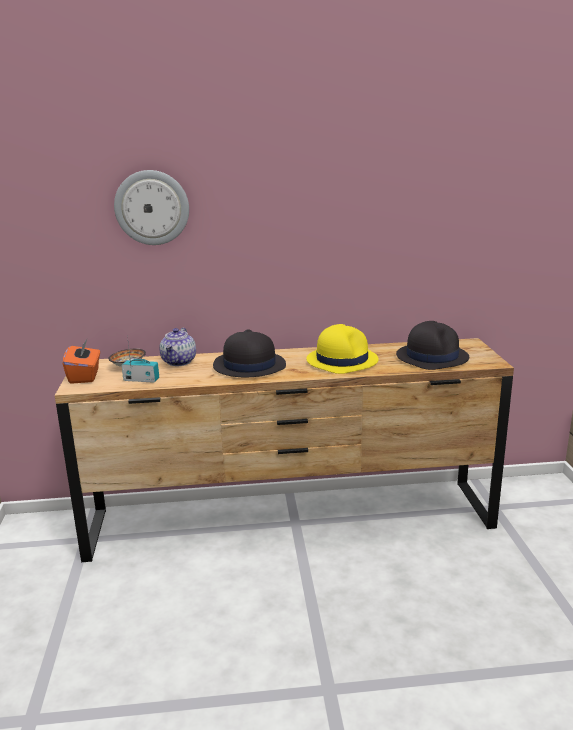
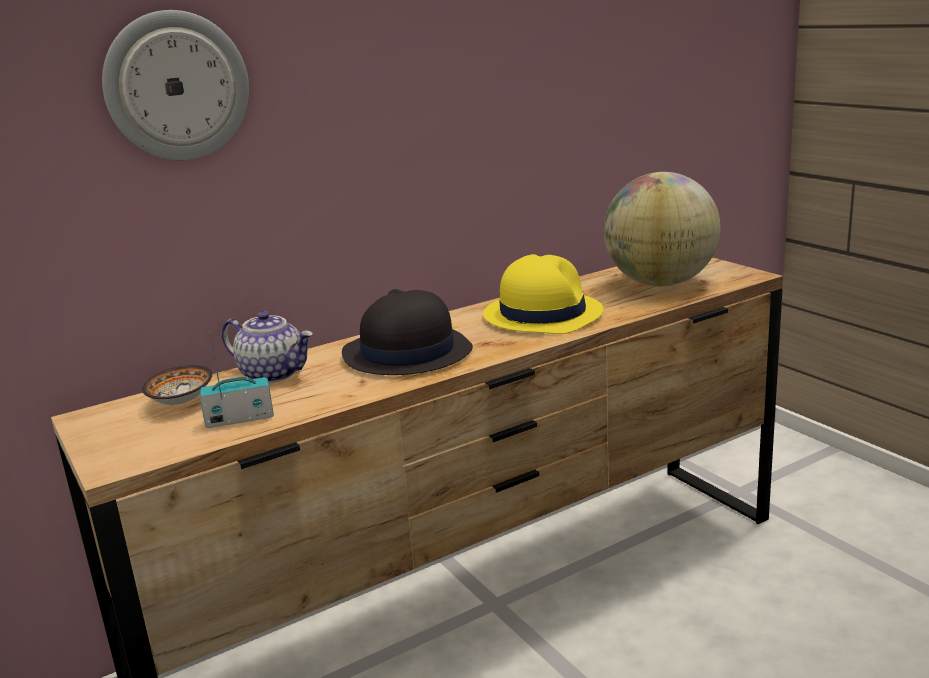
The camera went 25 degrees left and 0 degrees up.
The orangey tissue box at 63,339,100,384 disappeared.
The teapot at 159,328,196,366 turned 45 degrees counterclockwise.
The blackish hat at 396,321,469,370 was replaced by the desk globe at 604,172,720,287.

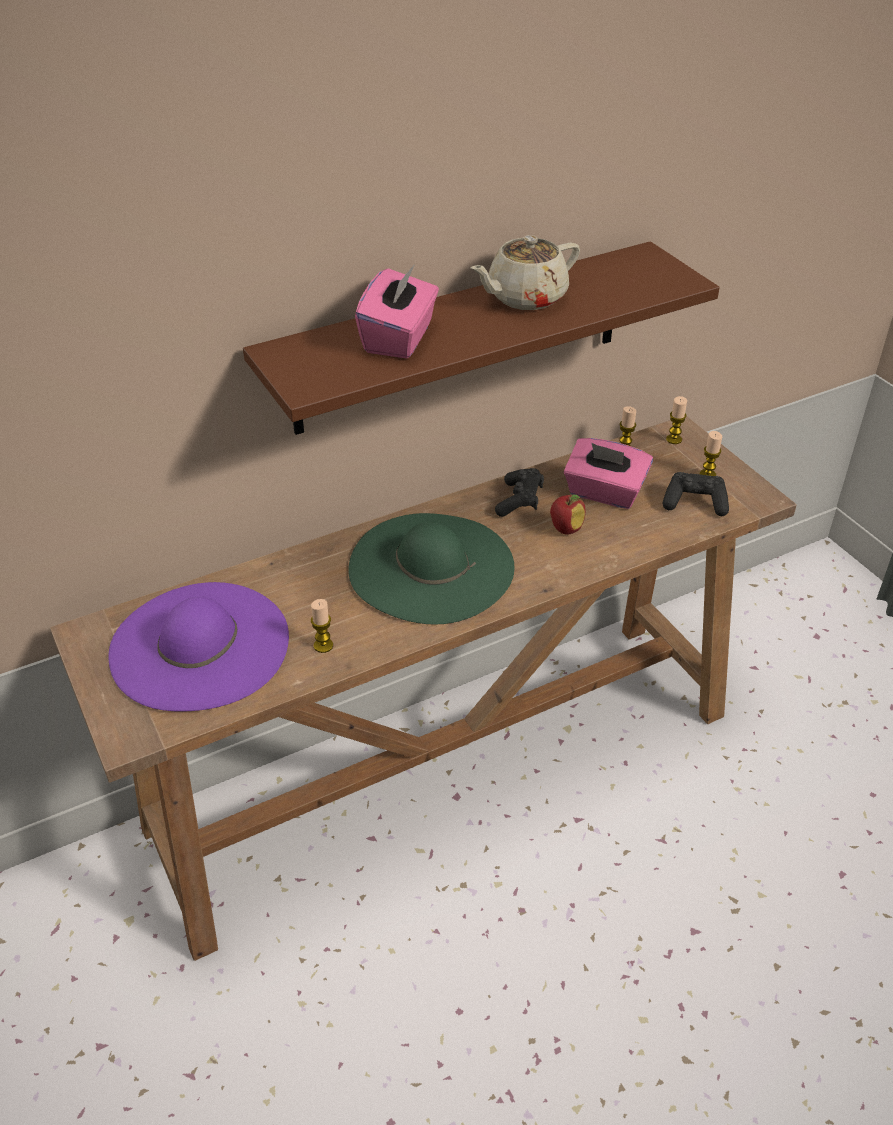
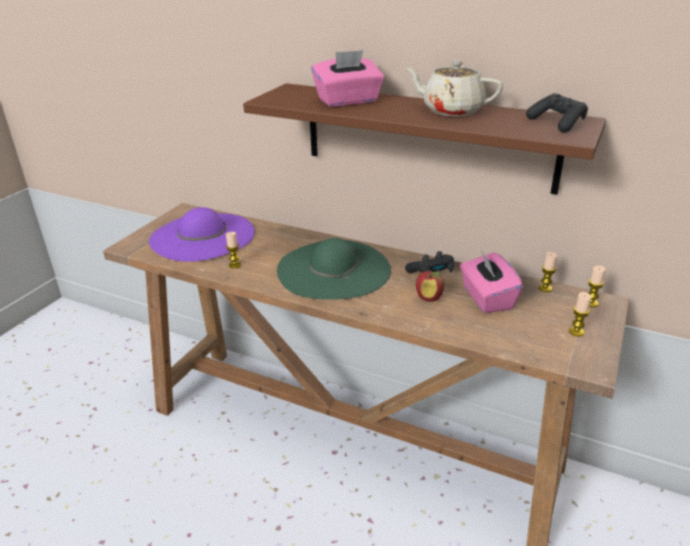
The camera went 55 degrees right and 10 degrees down.
The blackish gamepad moved from 662,472,729,516 to 526,93,588,133.

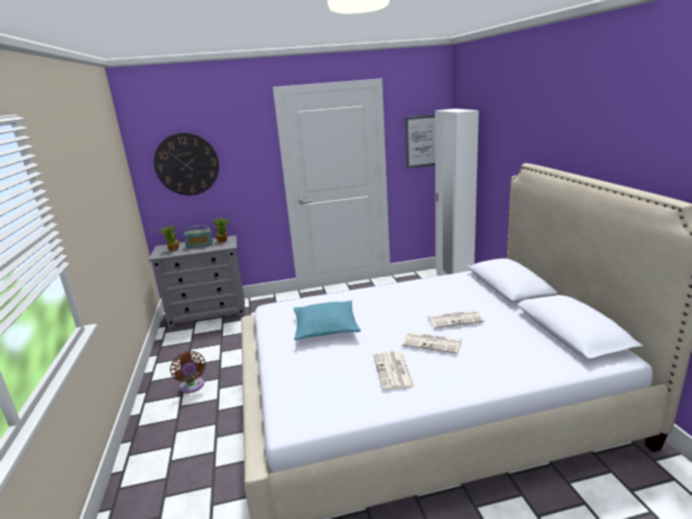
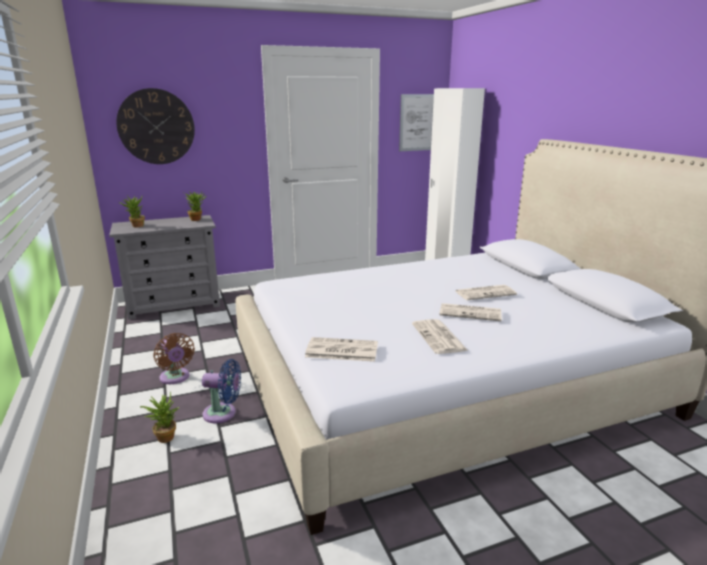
The camera went 10 degrees left and 0 degrees up.
The radio set at 184,225,213,249 disappeared.
The blue-green pillow at 294,301,361,340 disappeared.
The potted plant at 140,391,179,443 appeared.
The blue-coloured electric fan at 202,359,241,423 appeared.
The printed paper at 305,337,378,362 appeared.

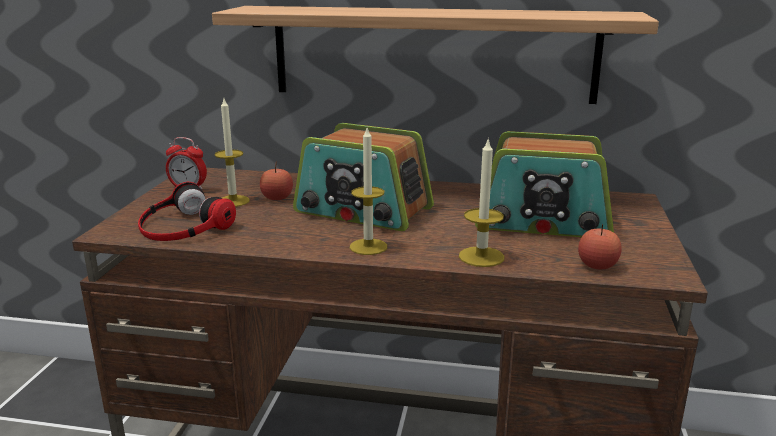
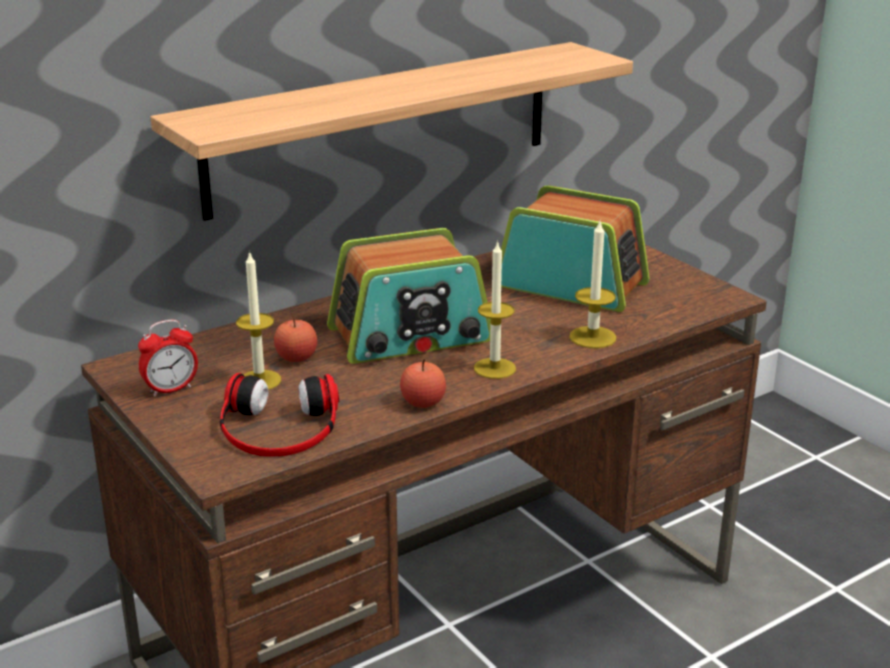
The camera went 45 degrees left and 5 degrees up.
The radio set at 475,131,614,237 turned 120 degrees counterclockwise.
The whole apple moved from 578,224,622,270 to 400,359,446,408.

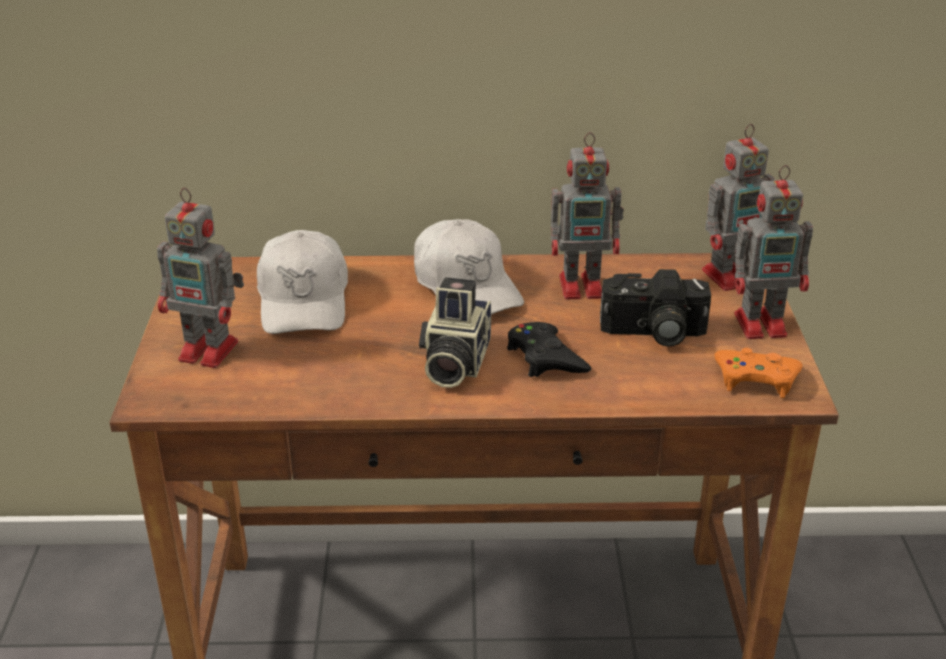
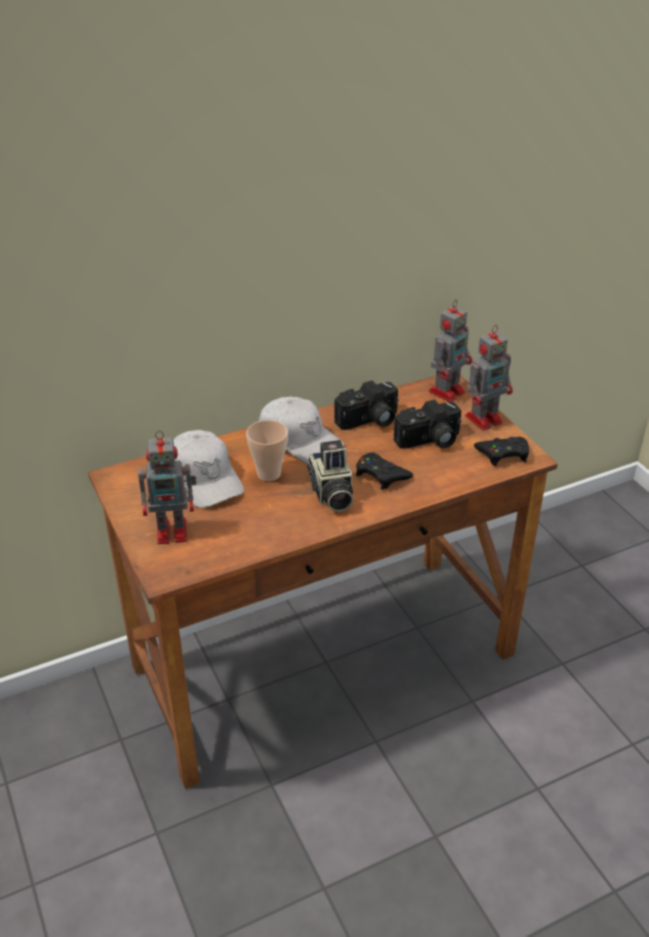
The camera went 25 degrees left and 5 degrees up.
The robot figure at 551,132,624,299 was replaced by the still camera at 334,380,399,430.
The orangey gamepad at 714,348,803,398 became the blackish gamepad at 474,437,529,466.
The drinking cup at 246,420,288,481 appeared.

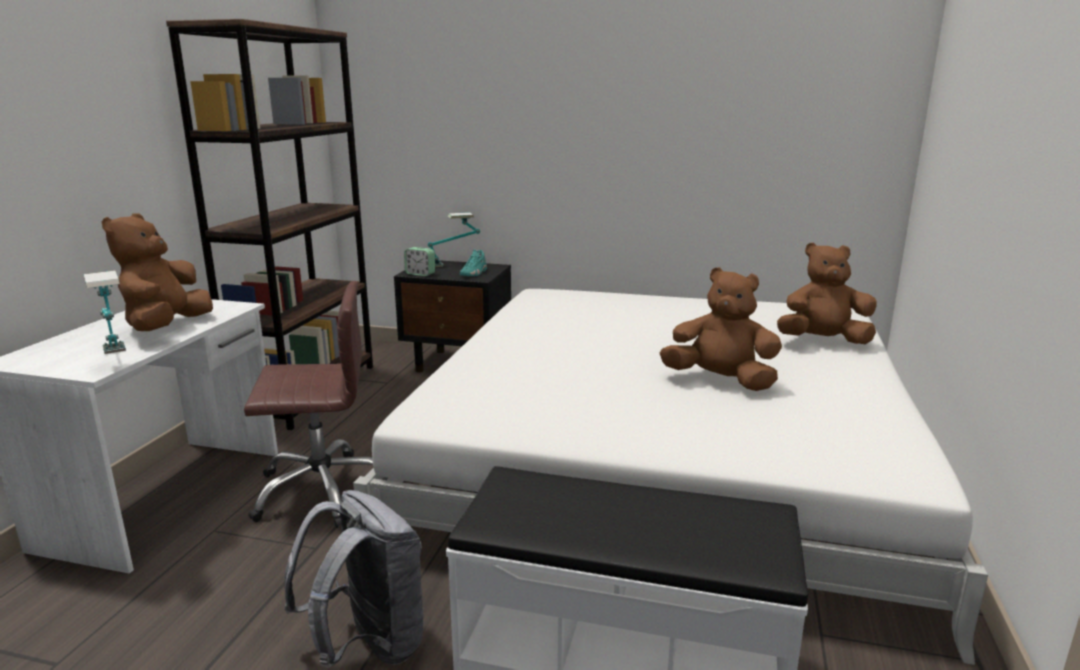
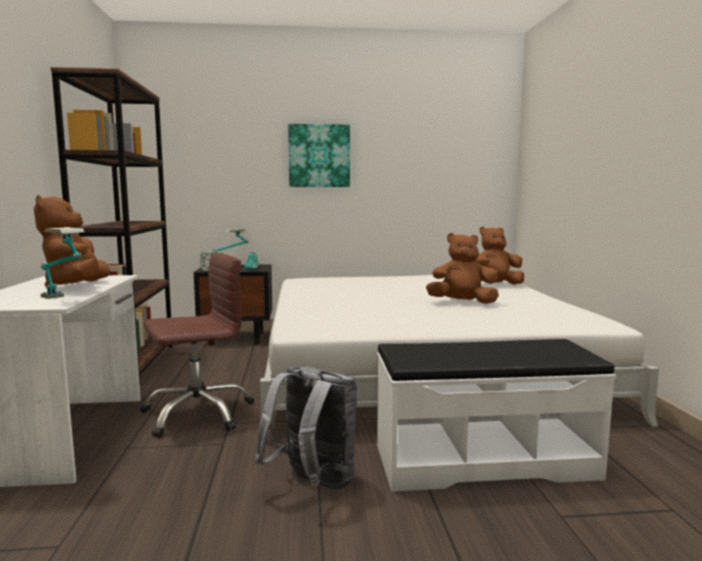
The camera went 20 degrees left and 10 degrees down.
The wall art at 288,124,350,187 appeared.

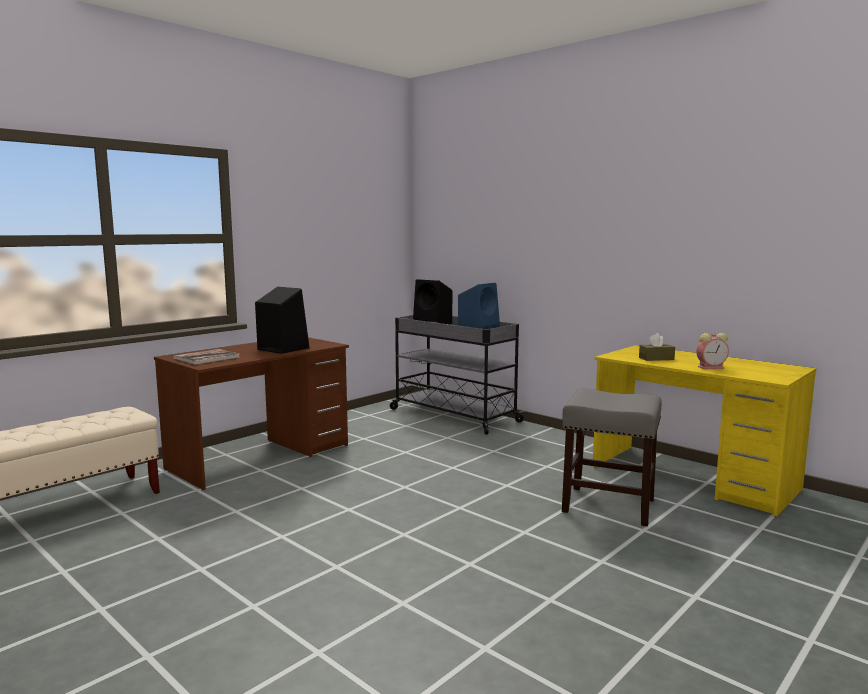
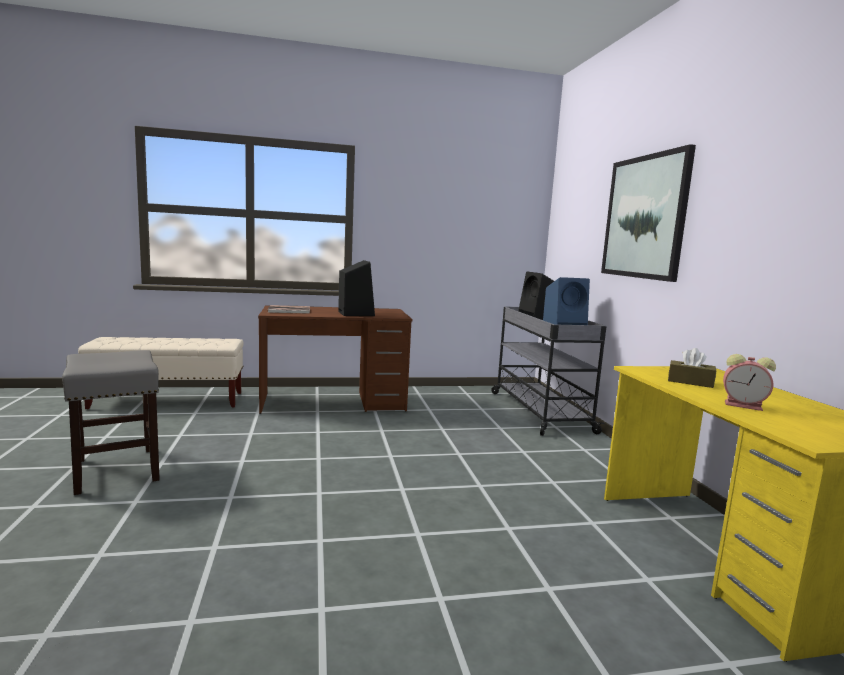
The camera went 35 degrees right and 0 degrees up.
The grey sitting stool moved from 562,389,662,526 to 62,350,160,495.
The wall art at 601,144,696,282 appeared.

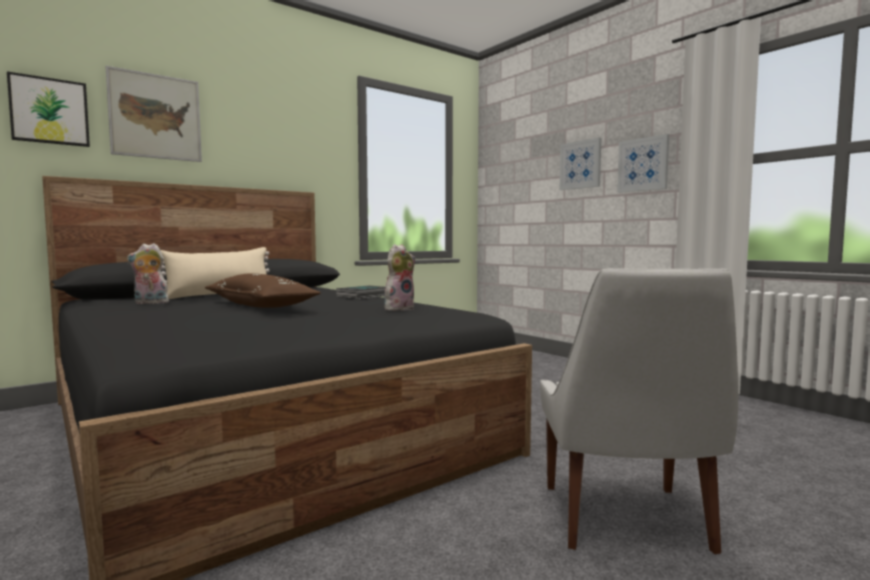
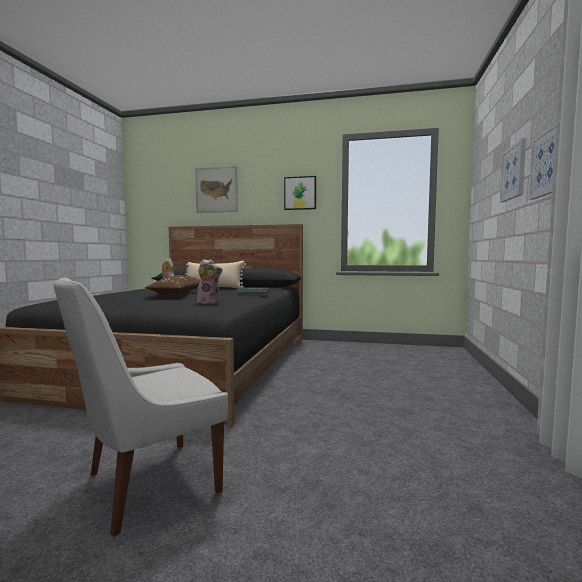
The camera went 50 degrees right and 0 degrees up.
The wall art moved from 7,71,90,147 to 284,176,316,210.

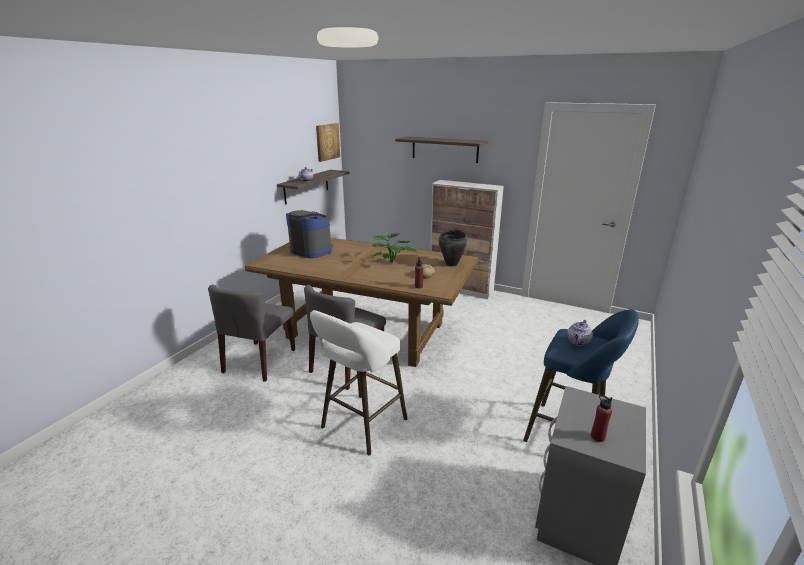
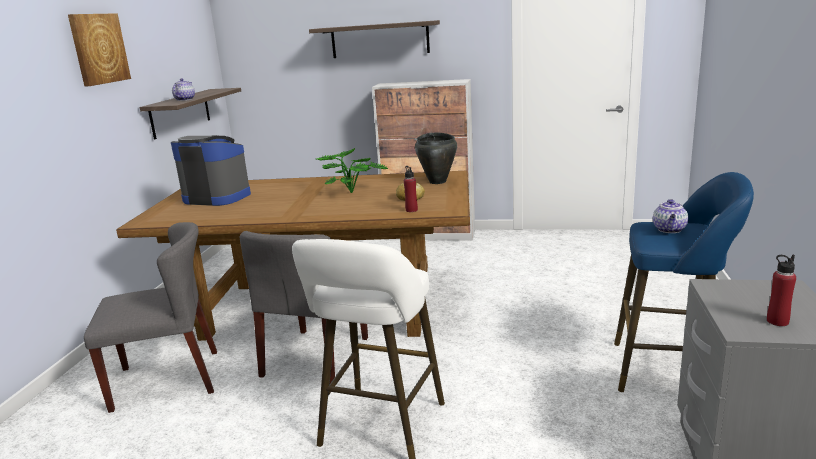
The camera went 15 degrees left and 5 degrees down.
The grey chair at 208,285,295,382 turned 105 degrees counterclockwise.
The wall art moved from 316,123,340,162 to 68,13,131,87.

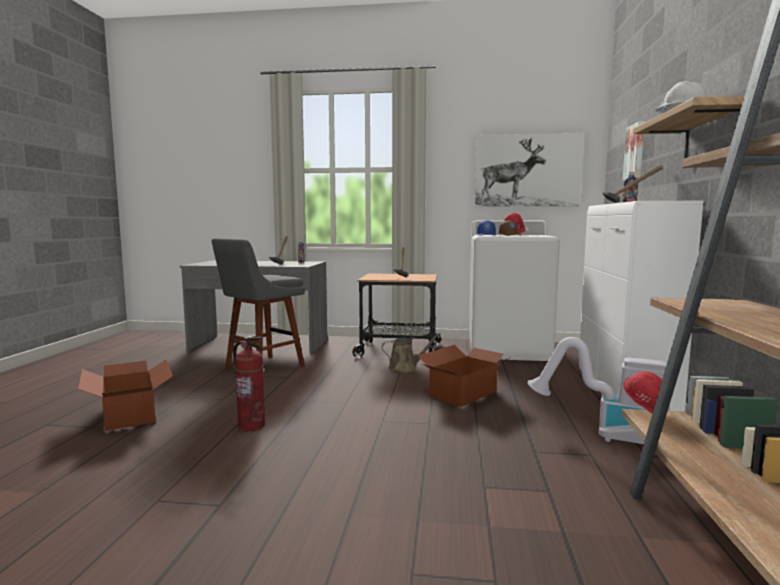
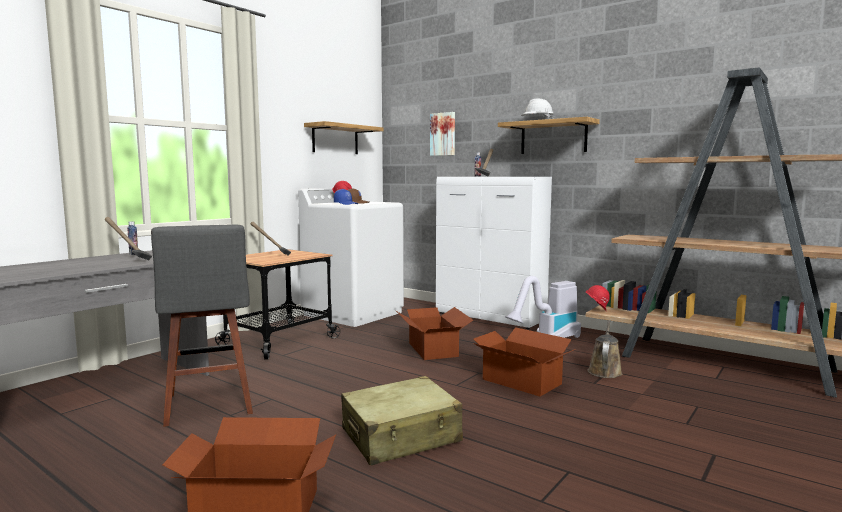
The camera went 60 degrees left and 0 degrees up.
The fire extinguisher at 233,337,265,431 was replaced by the beige suitcase at 341,376,463,466.
The brown-coloured watering pot moved from 382,333,441,372 to 587,320,623,378.
The wall art at 475,133,584,207 was replaced by the bracket shelf at 304,121,384,154.
The cardboard box at 473,327,575,396 appeared.

